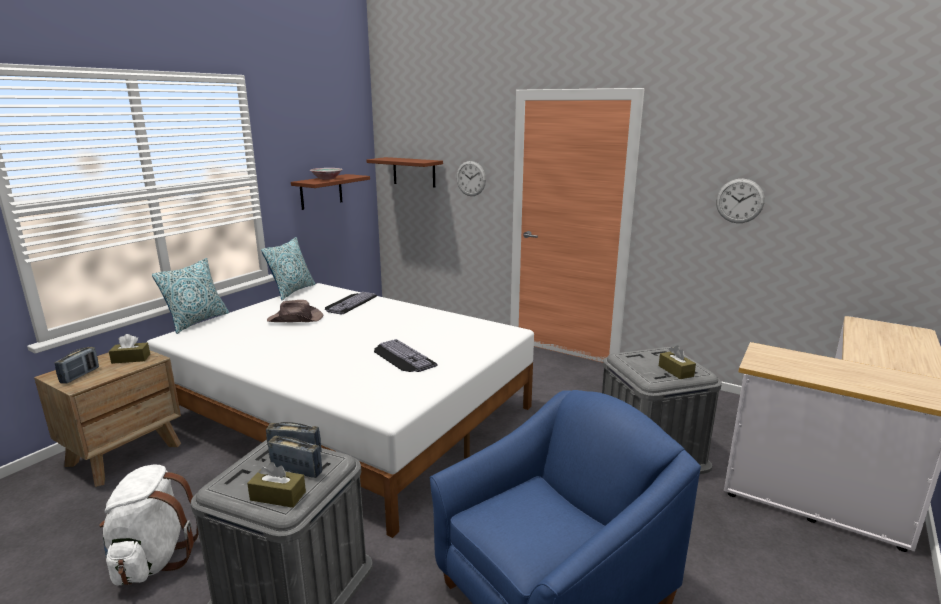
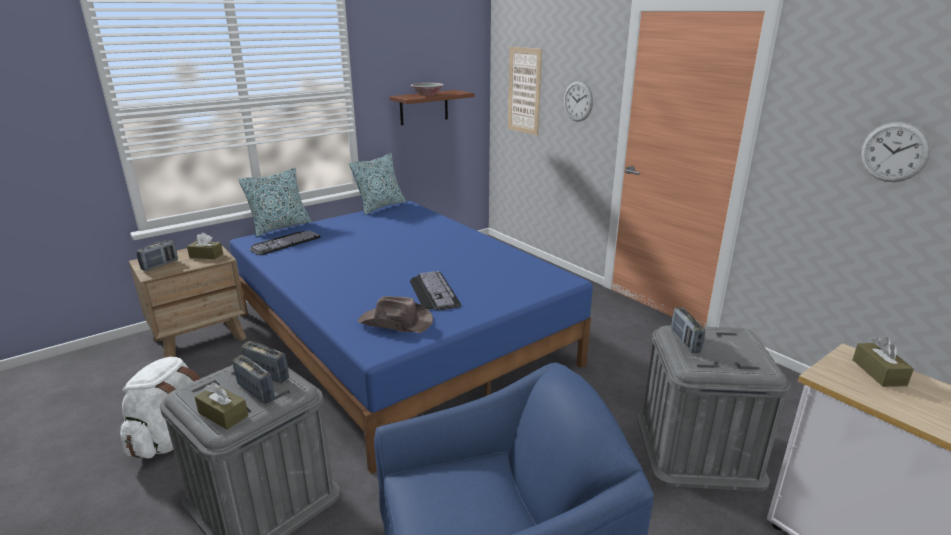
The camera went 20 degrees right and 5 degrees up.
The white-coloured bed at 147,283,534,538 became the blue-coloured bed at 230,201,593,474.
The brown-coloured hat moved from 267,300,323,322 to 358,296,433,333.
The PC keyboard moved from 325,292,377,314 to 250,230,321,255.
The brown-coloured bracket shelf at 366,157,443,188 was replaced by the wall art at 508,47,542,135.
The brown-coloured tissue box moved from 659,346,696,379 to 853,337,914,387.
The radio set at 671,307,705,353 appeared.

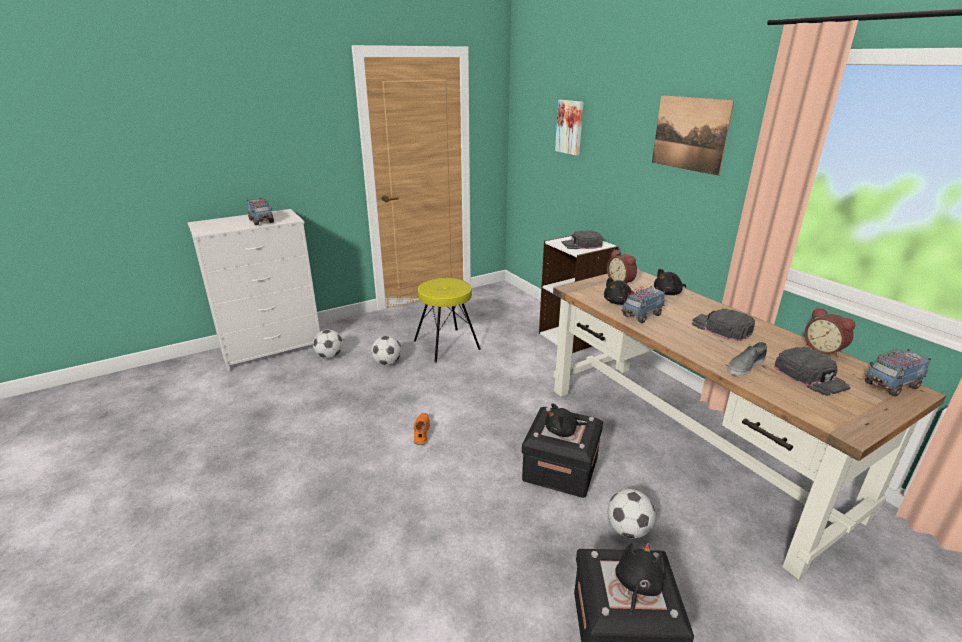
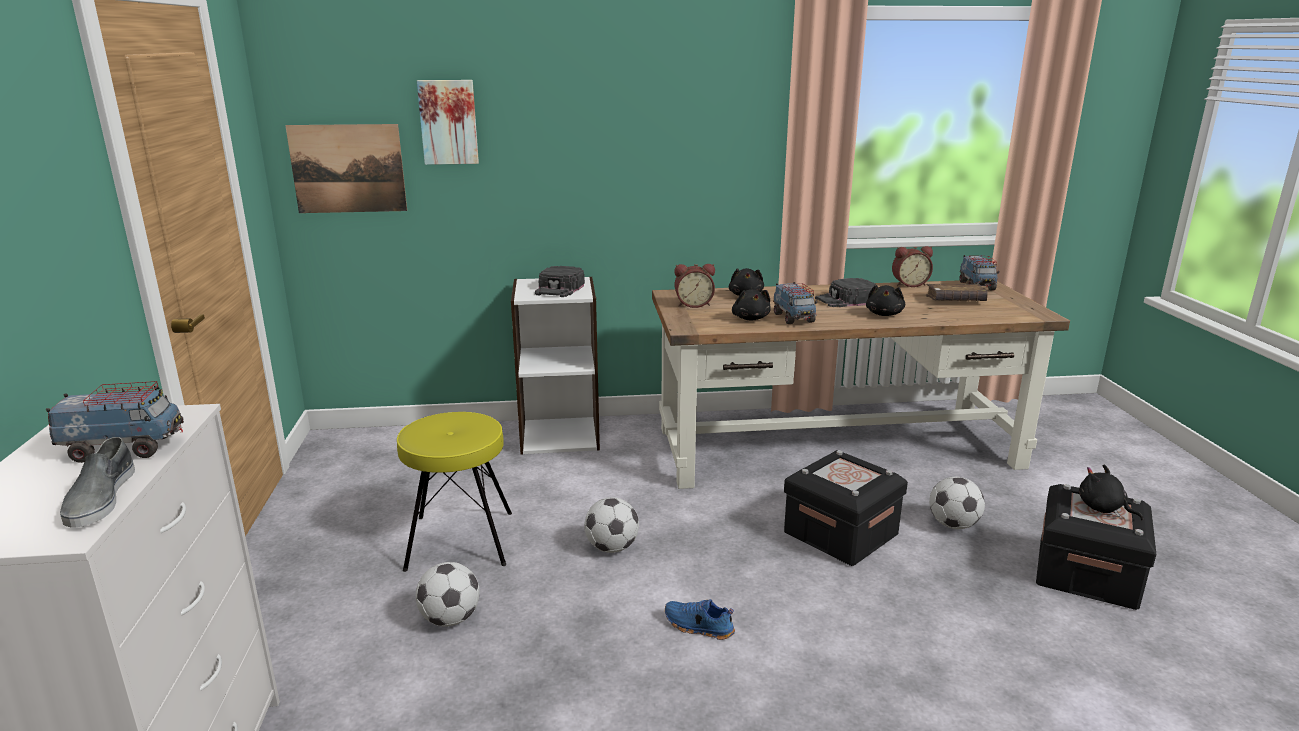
The camera went 65 degrees left and 5 degrees down.
The football moved from 313,330,343,359 to 584,497,639,553.
The orangey shoe at 414,413,430,445 became the blue-coloured shoe at 665,599,735,640.
The blackish plush toy moved from 545,403,588,437 to 866,285,905,316.
The wall art moved from 652,95,734,176 to 285,124,407,213.
The grey shoe moved from 727,342,767,376 to 60,437,135,528.
The blackish cap at 774,347,851,396 was replaced by the brown-coloured book at 926,284,988,301.

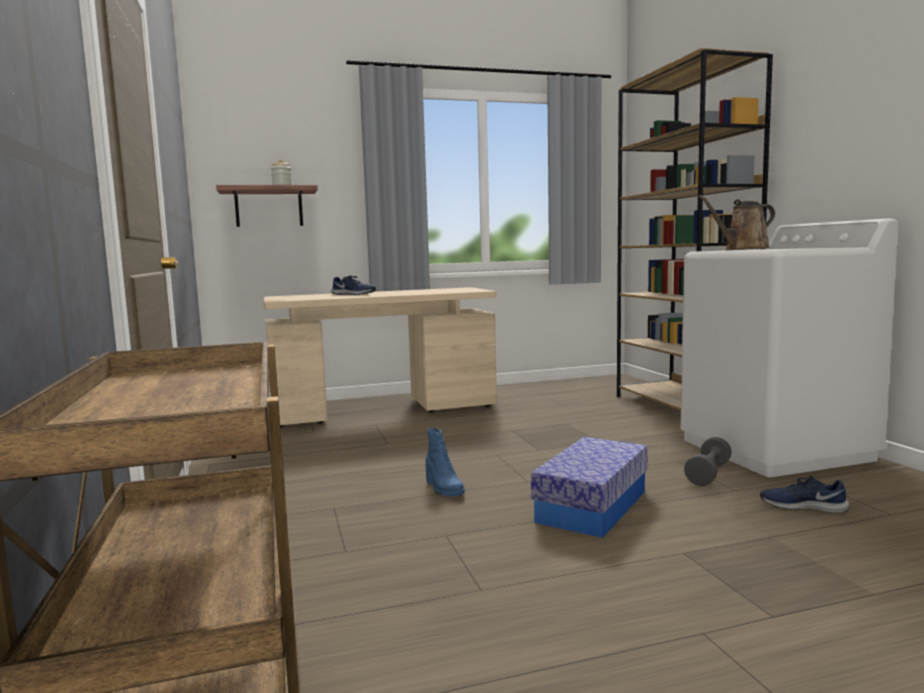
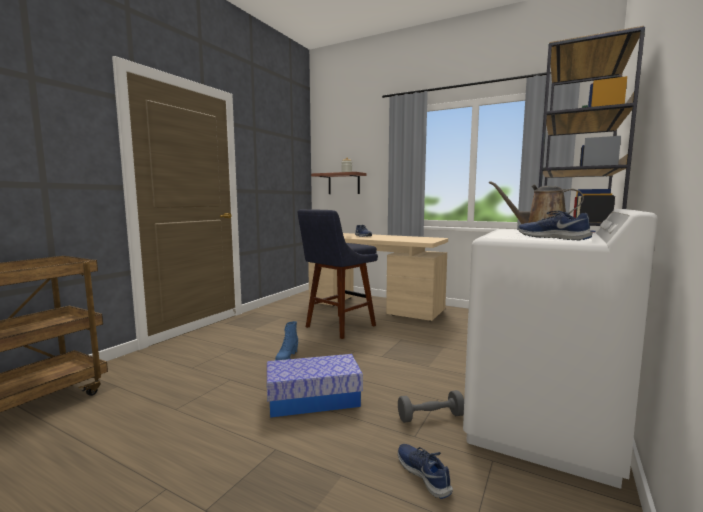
The camera went 45 degrees right and 0 degrees up.
The blue-coloured sitting stool at 297,209,378,339 appeared.
The blue-coloured shoe at 518,210,592,240 appeared.

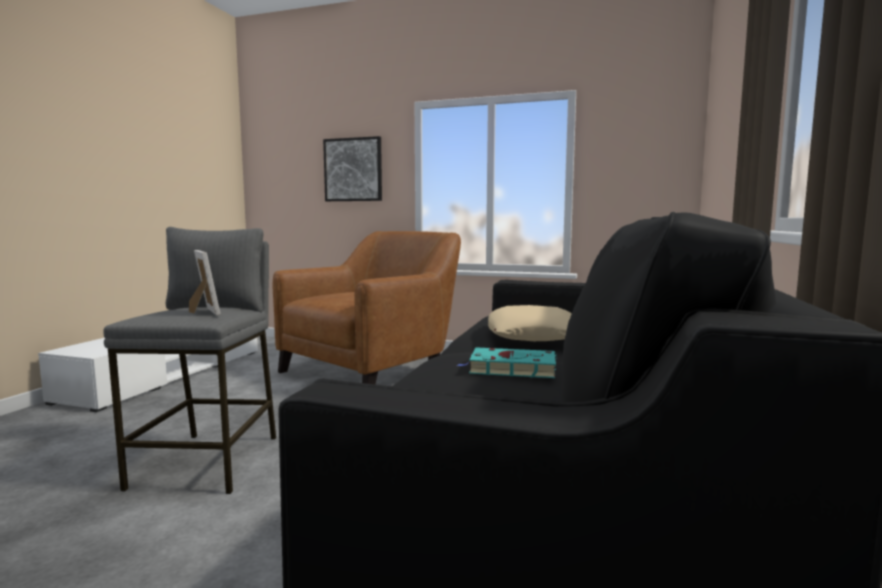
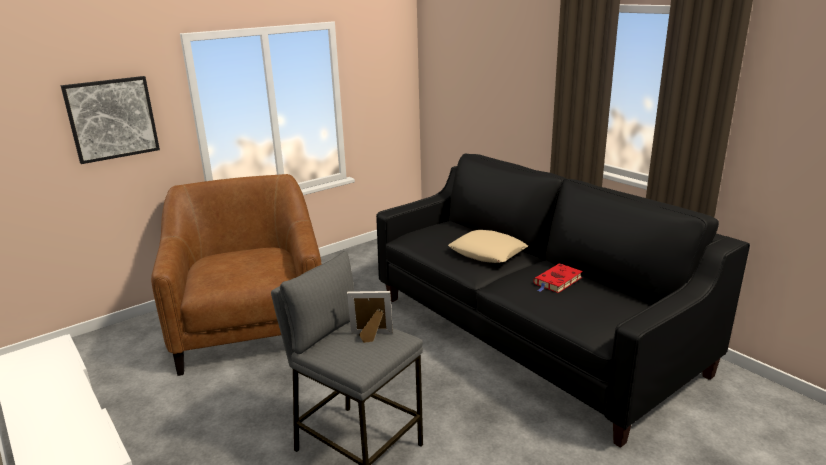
The camera went 55 degrees left and 15 degrees up.
The blue-green book at 457,347,557,378 became the reddish book at 533,263,583,293.

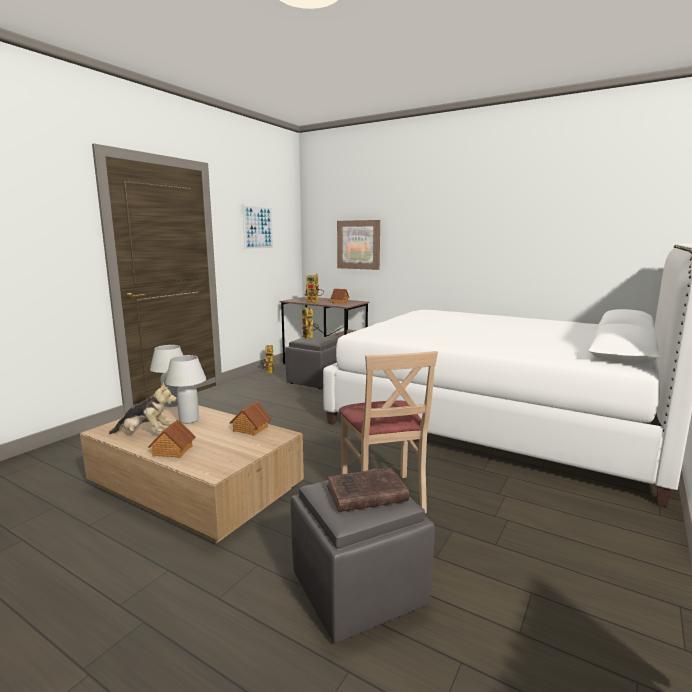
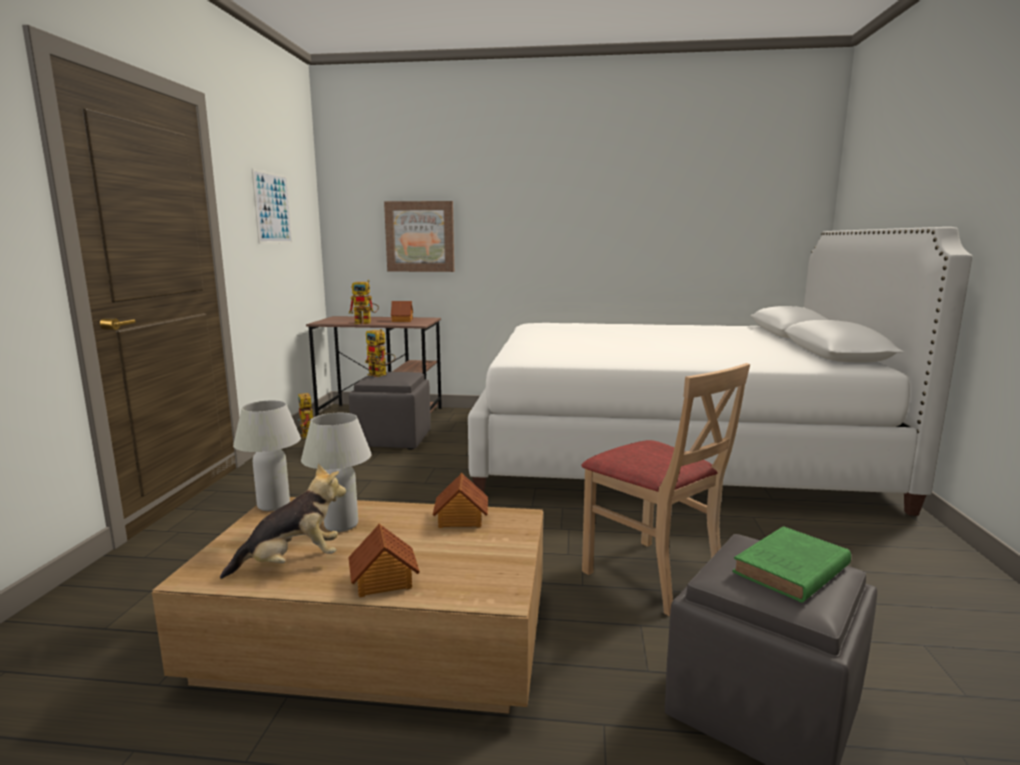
The camera went 25 degrees left and 0 degrees up.
The brown-coloured book at 327,468,409,512 became the green-coloured book at 732,526,851,603.

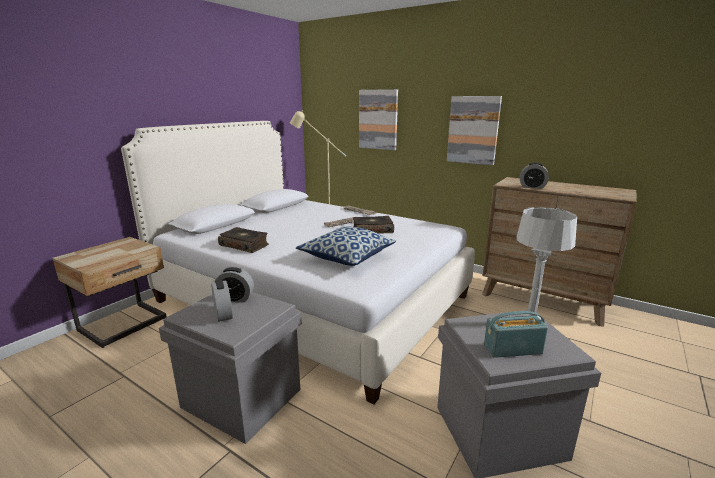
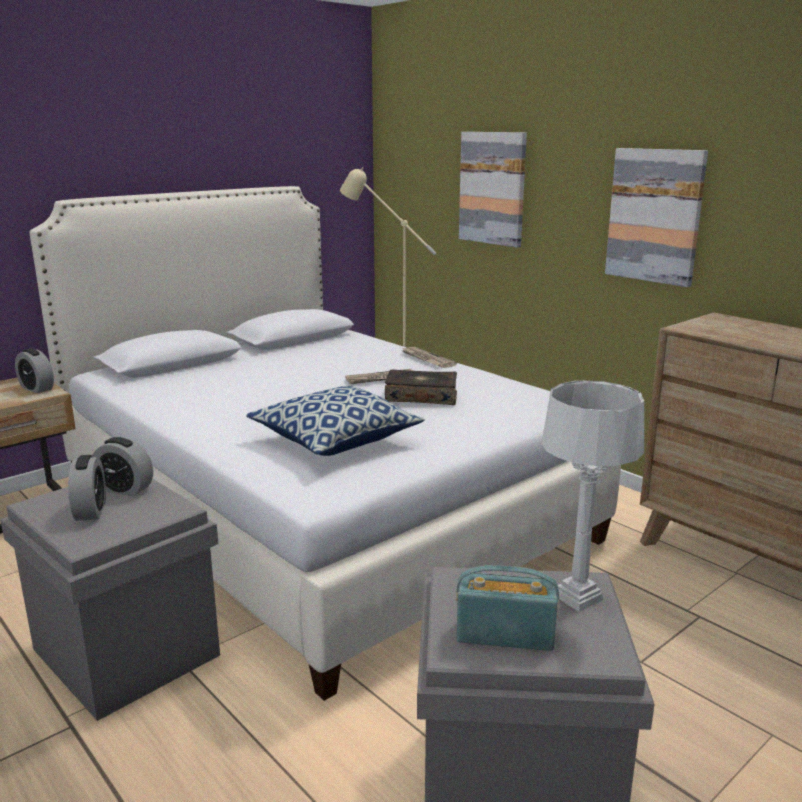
The camera went 15 degrees right and 0 degrees up.
The book at 218,227,269,253 disappeared.
The table clock moved from 520,163,549,189 to 15,349,54,393.

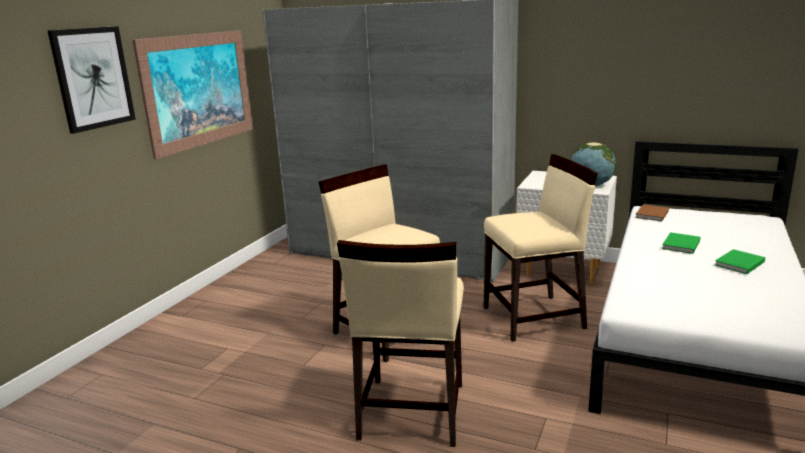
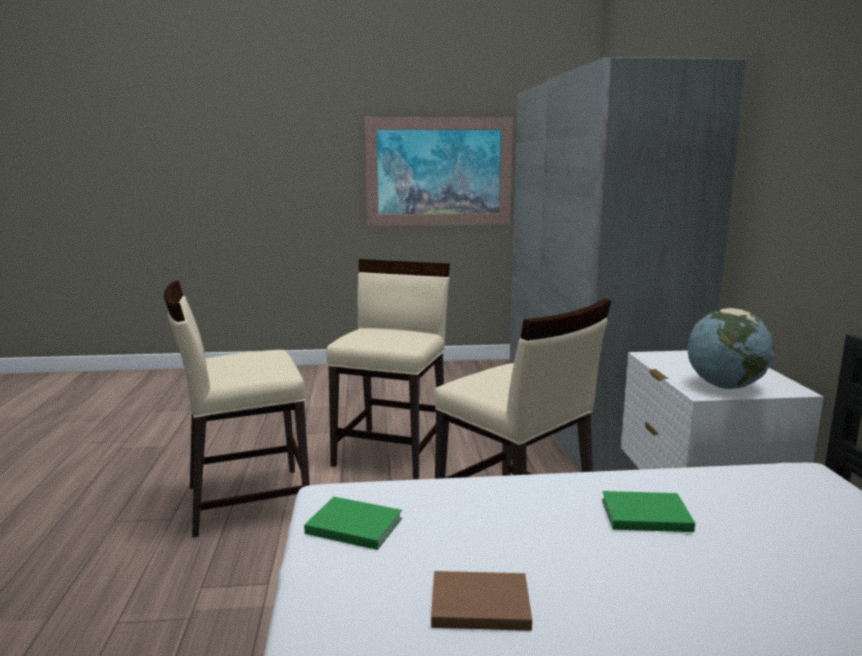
The camera went 60 degrees right and 5 degrees down.
The wall art at 48,26,136,134 disappeared.
The brown-coloured book moved from 635,204,669,221 to 431,571,532,631.
The green-coloured book moved from 715,249,765,274 to 304,497,402,550.

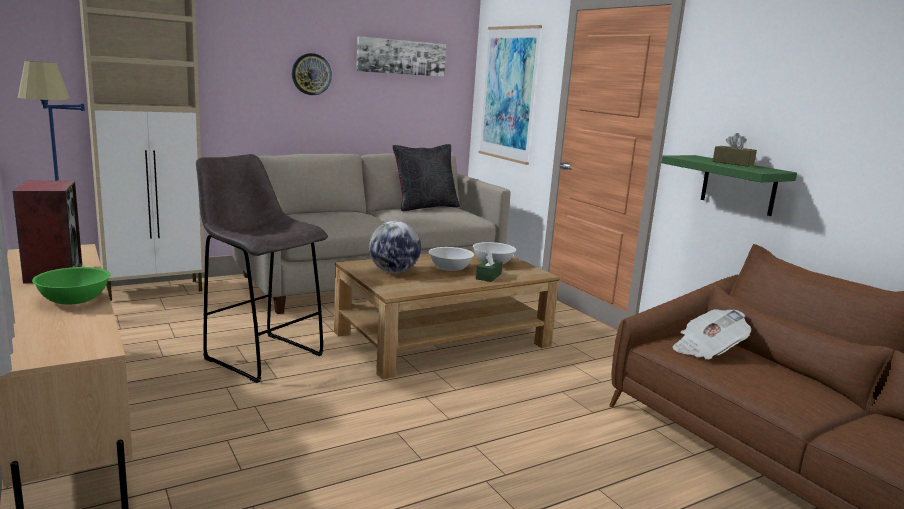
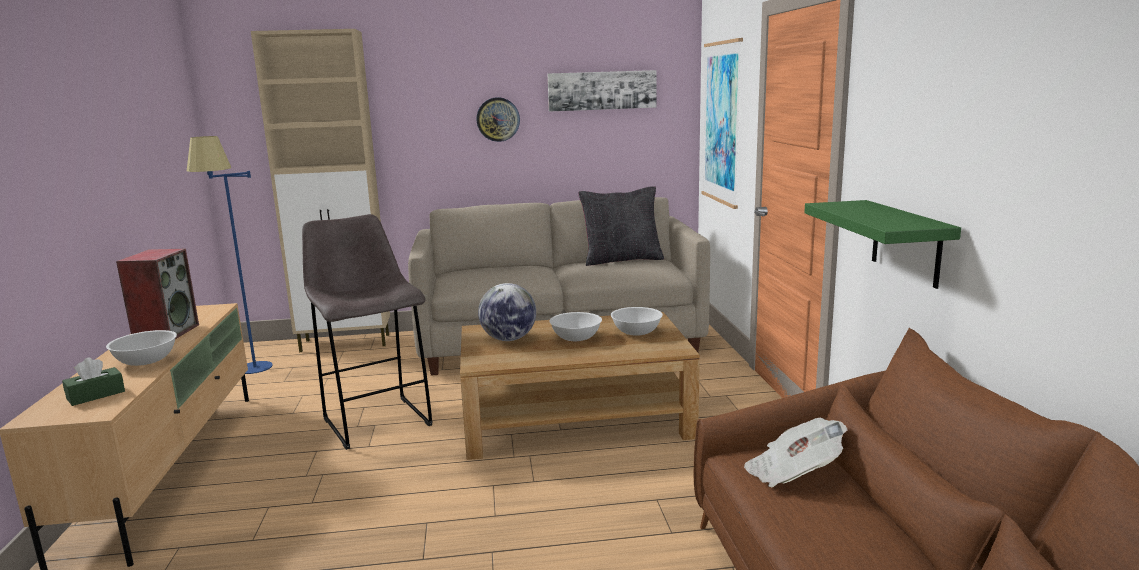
The camera went 25 degrees right and 0 degrees up.
The green-coloured serving bowl at 32,267,111,305 became the white-coloured serving bowl at 106,330,177,366.
The green-coloured tissue box moved from 476,251,502,282 to 62,357,125,406.
The brown-coloured tissue box at 713,133,757,167 disappeared.

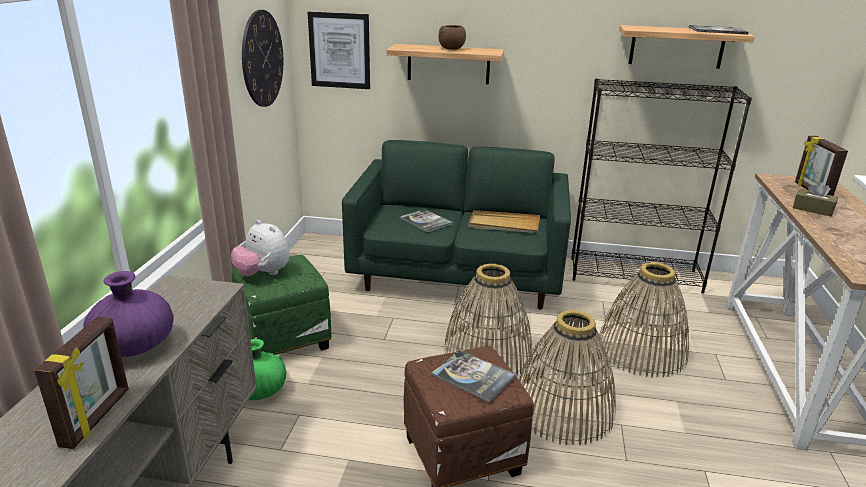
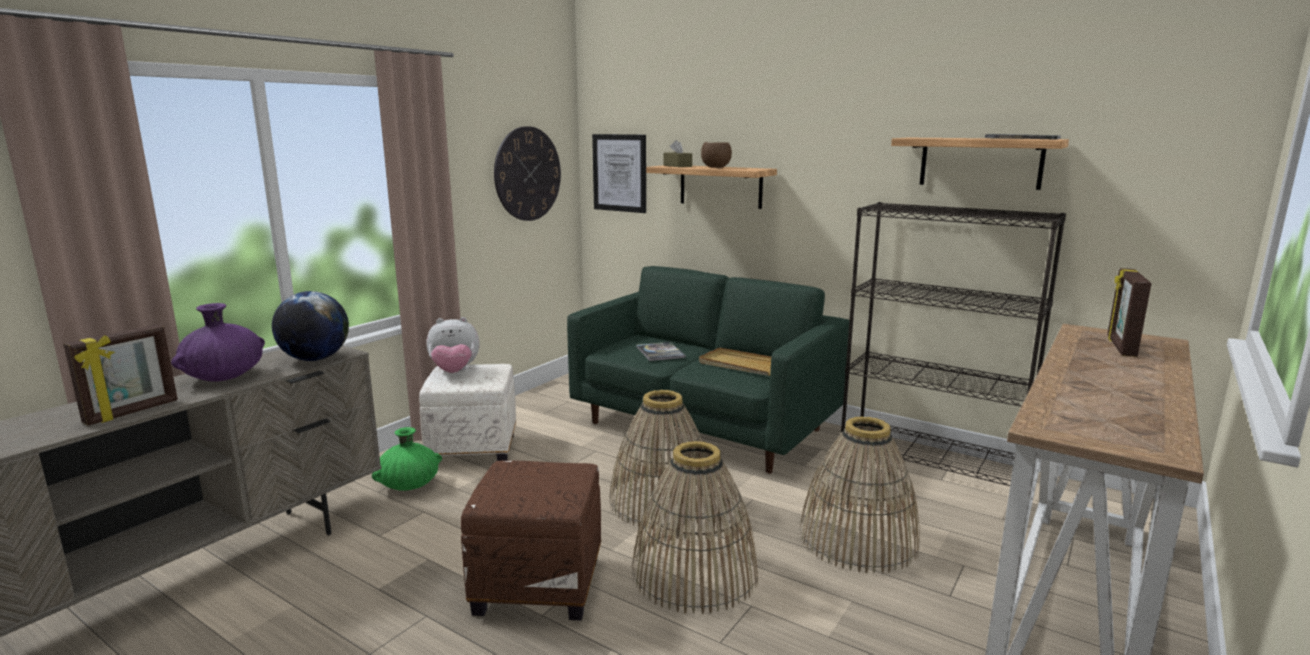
The camera went 25 degrees right and 10 degrees down.
The plush toy at 231,220,290,276 turned 75 degrees counterclockwise.
The green-coloured footrest at 232,255,332,355 became the white-coloured footrest at 419,364,516,461.
The book at 431,350,516,402 disappeared.
The brown-coloured tissue box moved from 793,182,838,216 to 664,140,692,167.
The desk globe at 272,291,349,361 appeared.

